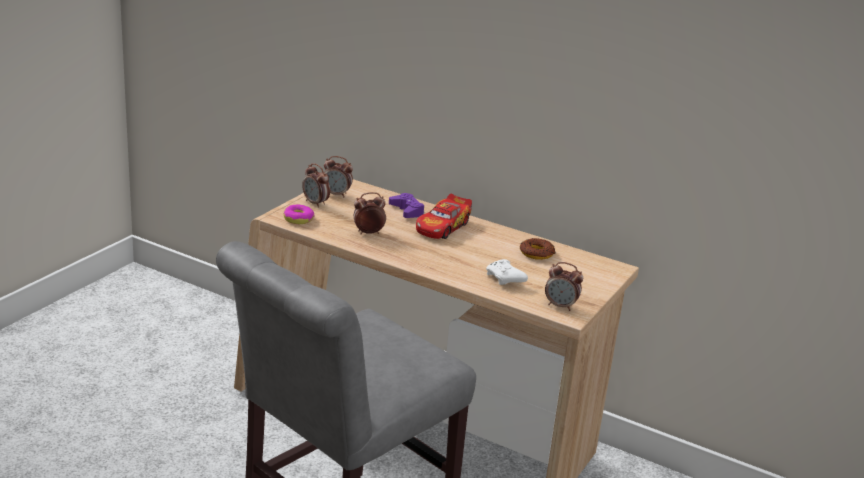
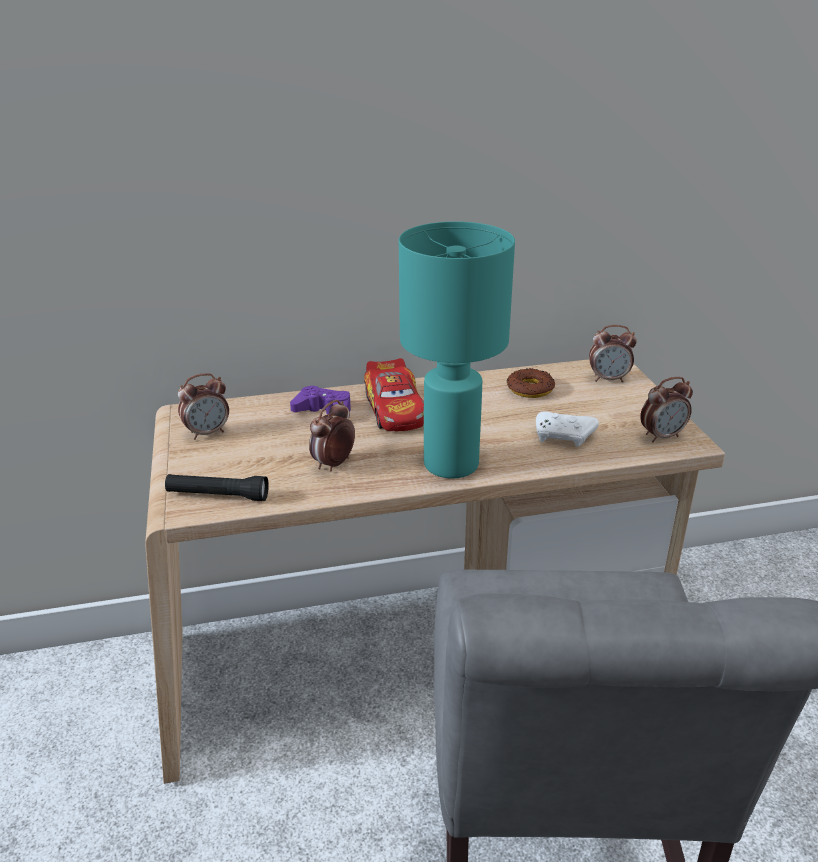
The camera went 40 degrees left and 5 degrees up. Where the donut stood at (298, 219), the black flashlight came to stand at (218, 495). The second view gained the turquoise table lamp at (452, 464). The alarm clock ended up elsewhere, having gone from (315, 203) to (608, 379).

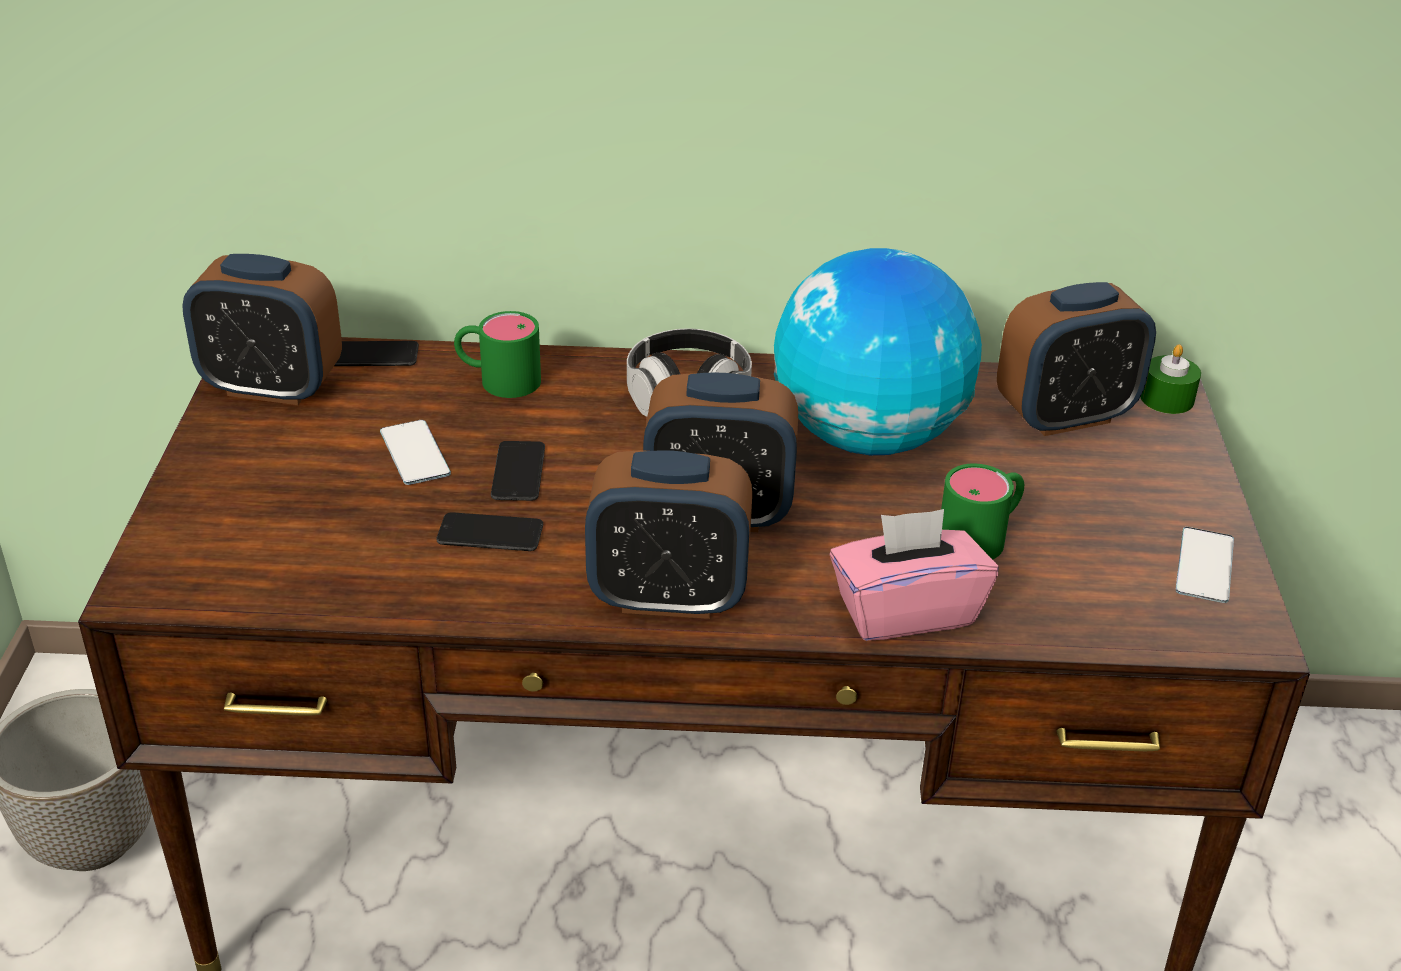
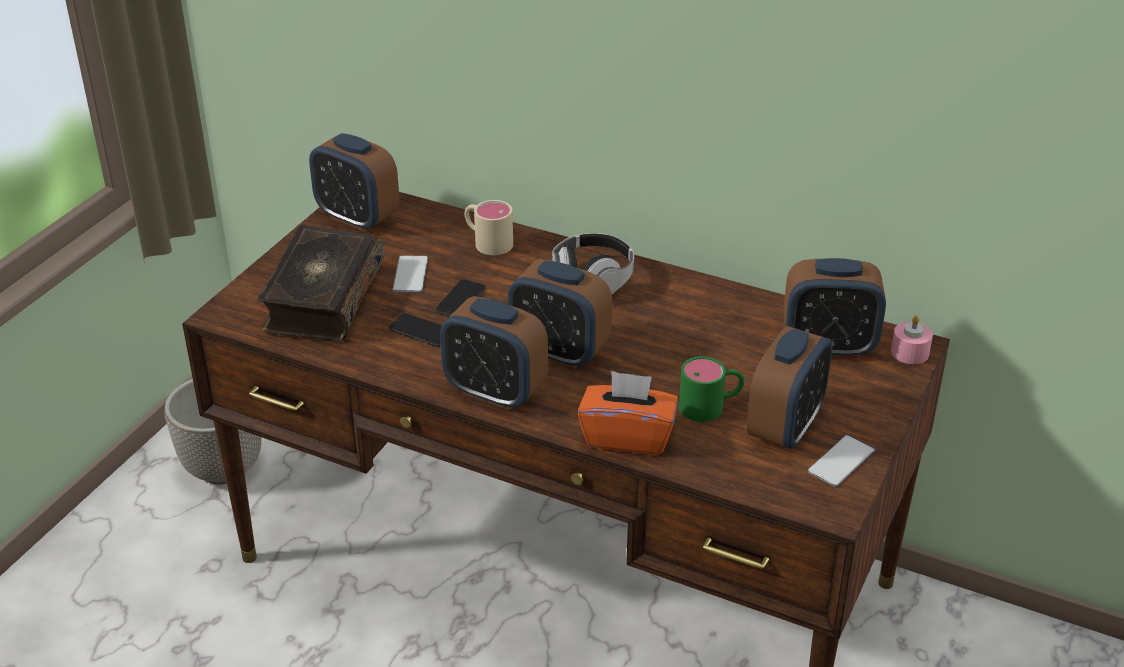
The camera went 25 degrees right and 0 degrees up. The second view gained the book at (322, 299). What was the green mug at (497, 379) turned into the beige mug at (487, 241). What was the pink tissue box at (905, 611) turned into the orange tissue box at (627, 436). The second view gained the alarm clock at (785, 427). What was the green candle at (1167, 399) turned into the pink candle at (910, 352). The second view lost the phone at (373, 355). The second view lost the globe at (867, 437).

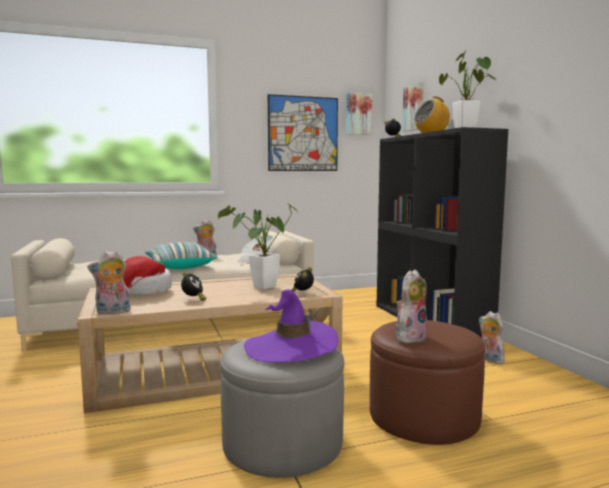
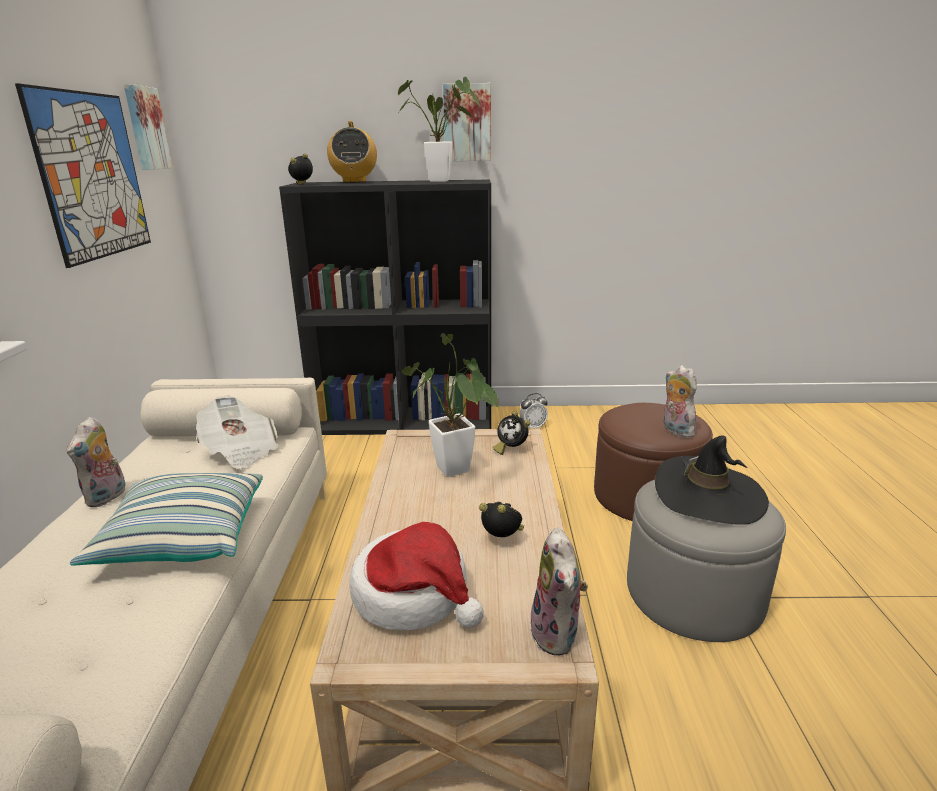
The camera went 70 degrees left and 15 degrees up. The picture ended up elsewhere, having gone from (414, 107) to (467, 123). Where the plush toy stood at (489, 359), the alarm clock came to stand at (533, 427). What was the purple hat at (291, 347) turned into the black hat at (709, 495).

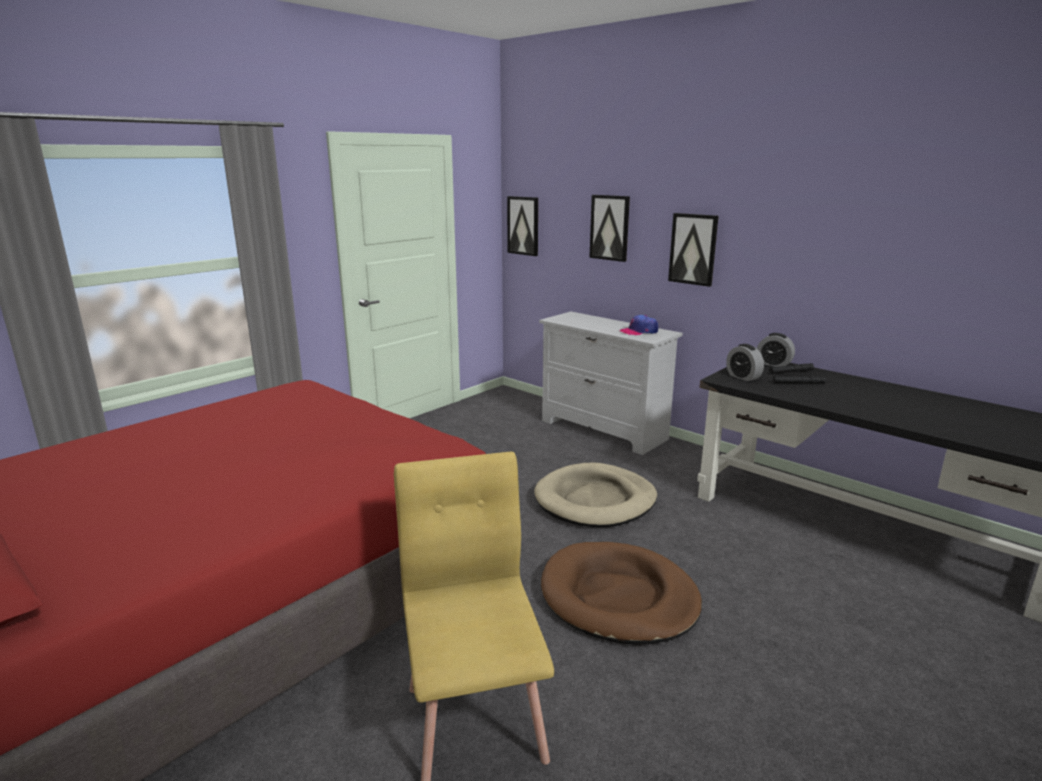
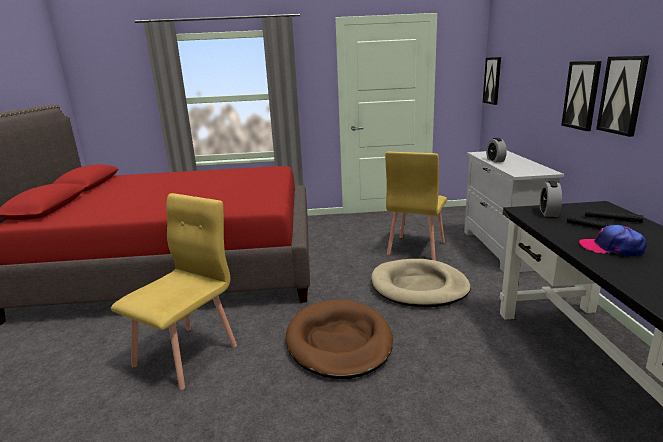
The camera went 45 degrees right and 0 degrees up. The second view gained the yellow chair at (415, 248). The alarm clock ended up elsewhere, having gone from (773, 364) to (495, 160). The cap ended up elsewhere, having gone from (639, 331) to (611, 248). The picture ended up elsewhere, having gone from (610, 227) to (622, 95).

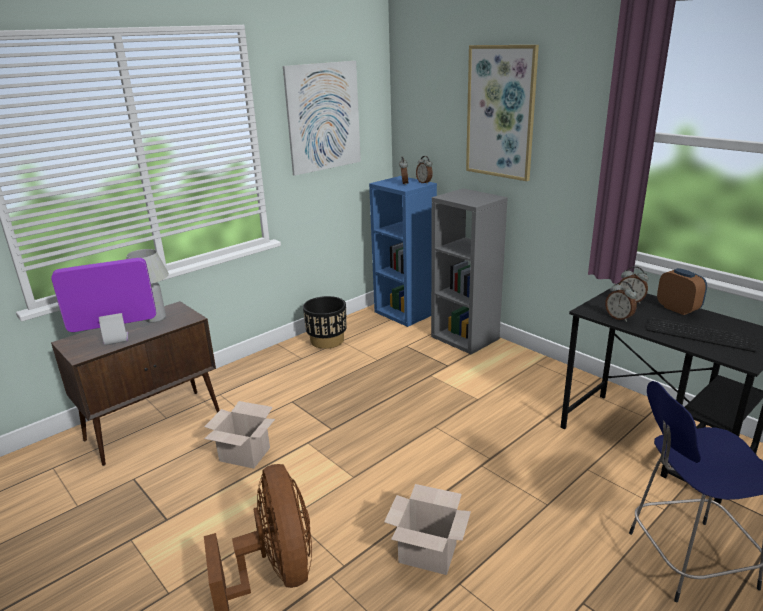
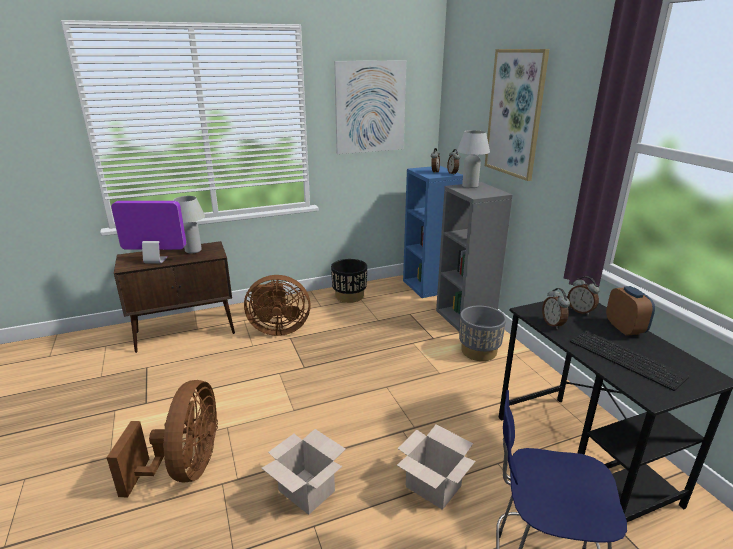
The camera went 20 degrees right and 0 degrees up. The second view gained the brown fan at (278, 329). The cardboard box ended up elsewhere, having gone from (243, 455) to (431, 486). The second view gained the white table lamp at (470, 186). The second view gained the grey planter at (479, 351).

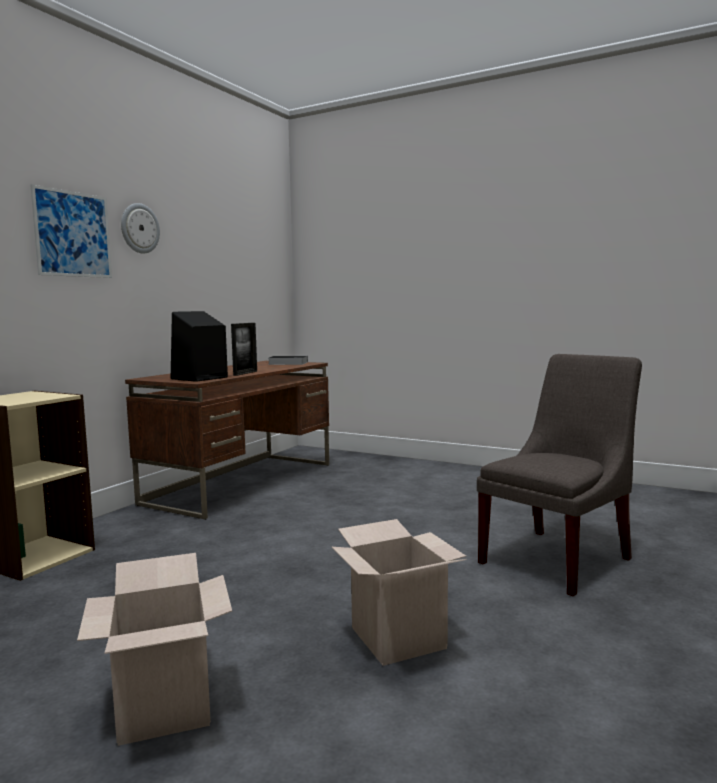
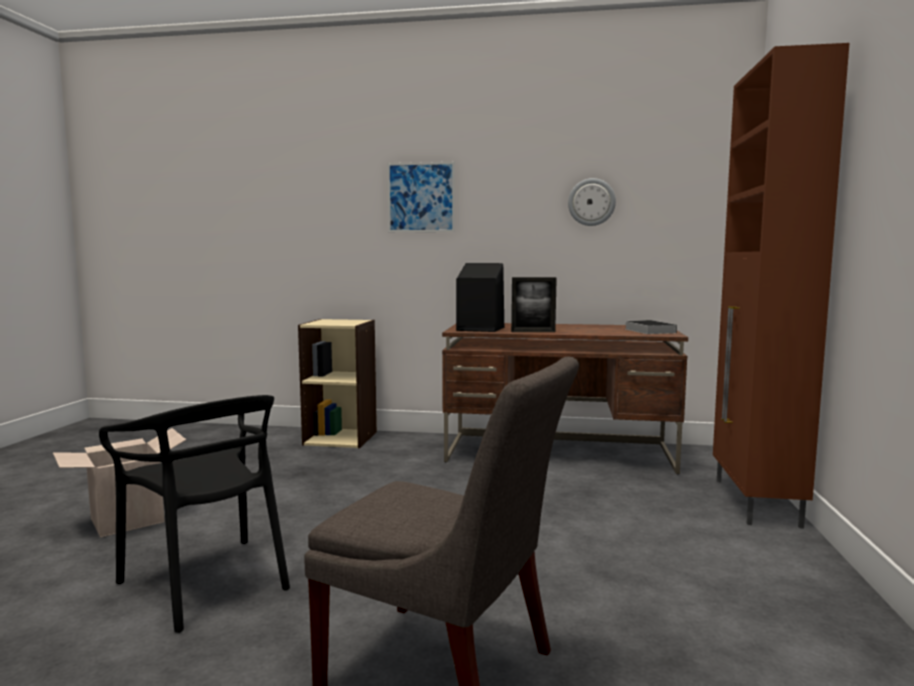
The camera went 70 degrees right and 0 degrees up. Where the cardboard box stood at (398, 638), the black chair came to stand at (207, 582). The wall clock ended up elsewhere, having gone from (139, 228) to (591, 202). The second view gained the brown cabinet at (755, 503).

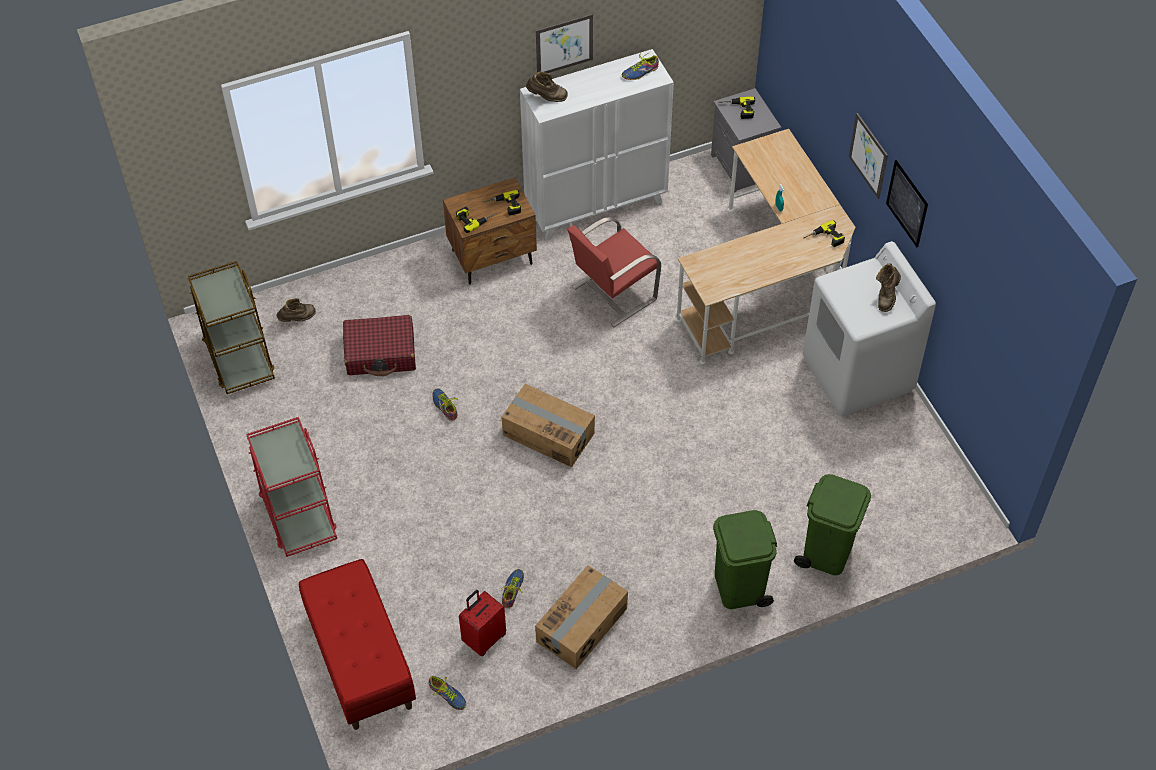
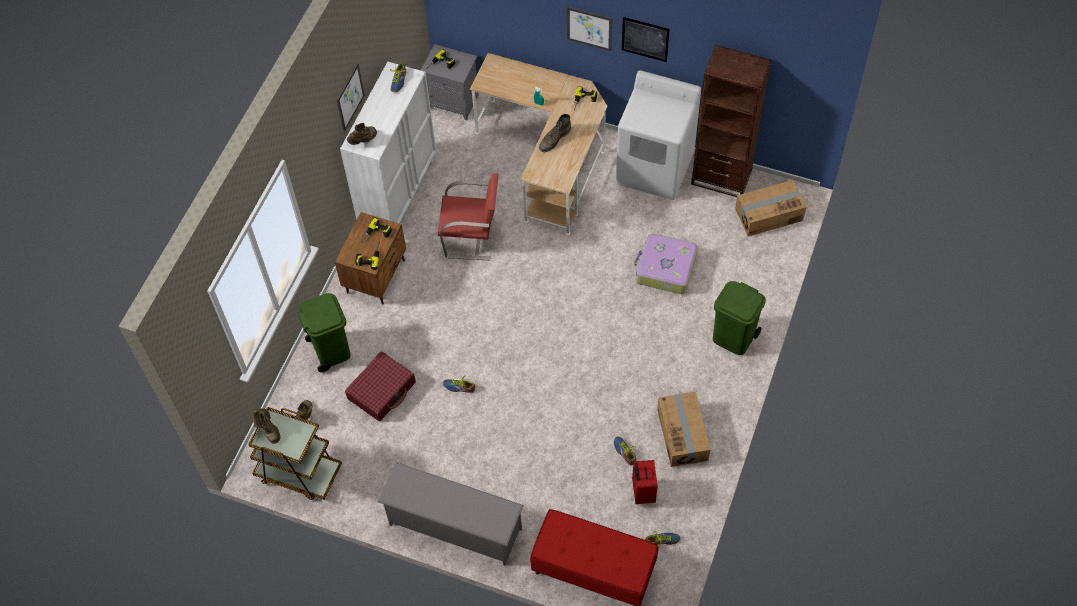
The camera went 45 degrees left and 5 degrees up. The brown boot ended up elsewhere, having gone from (886, 296) to (268, 430). The green trash can ended up elsewhere, having gone from (827, 551) to (331, 350). Where the red cart stood at (298, 514), the grey shoe rack came to stand at (454, 527). The red chair at (612, 293) ended up facing another way, 90 degrees counterclockwise from before. The second view gained the green boot at (554, 139). The second view gained the suitcase at (665, 269). The second view gained the brown bookcase at (721, 177). The cardboard box ended up elsewhere, having gone from (548, 434) to (768, 214).

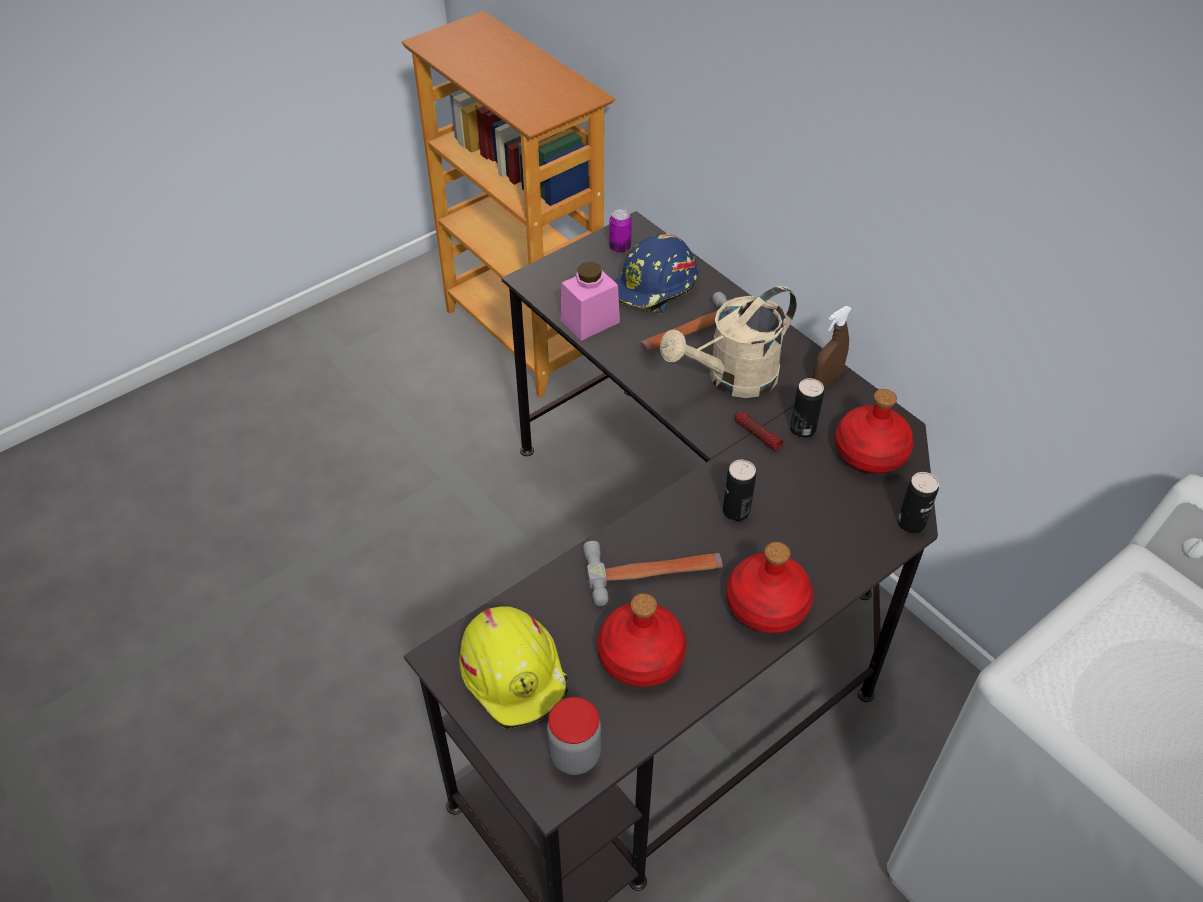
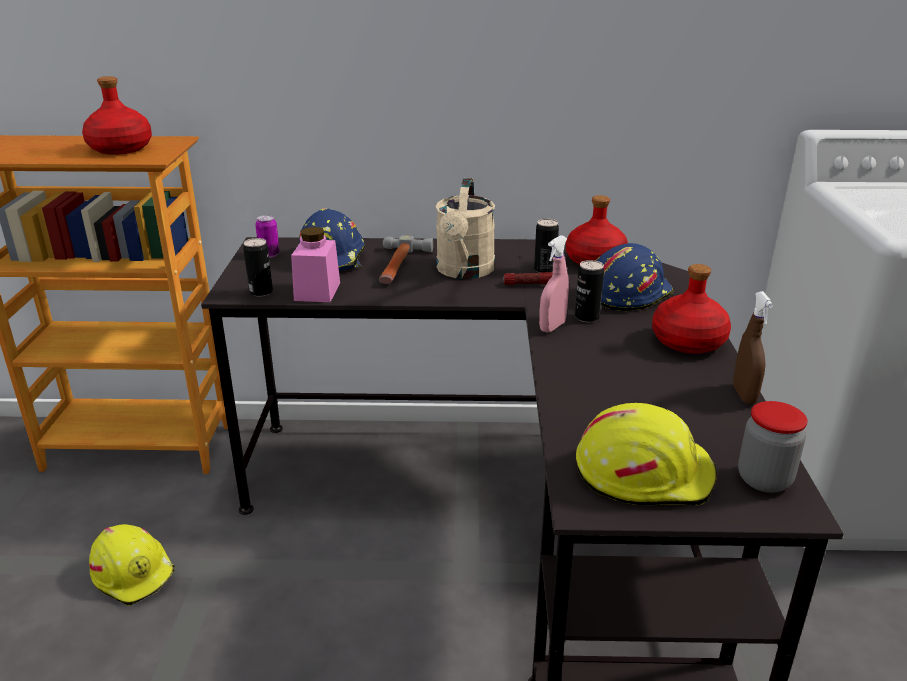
The camera went 50 degrees left and 20 degrees down. The red bottle ended up elsewhere, having gone from (640, 657) to (120, 149). The second view gained the yellow hard hat at (134, 573). The can ended up elsewhere, having gone from (911, 523) to (261, 292). The second view gained the pink spray bottle at (552, 327). The second view gained the blue hard hat at (626, 293). The brown spray bottle ended up elsewhere, having gone from (826, 380) to (744, 395). The second view lost the hammer at (653, 572).

